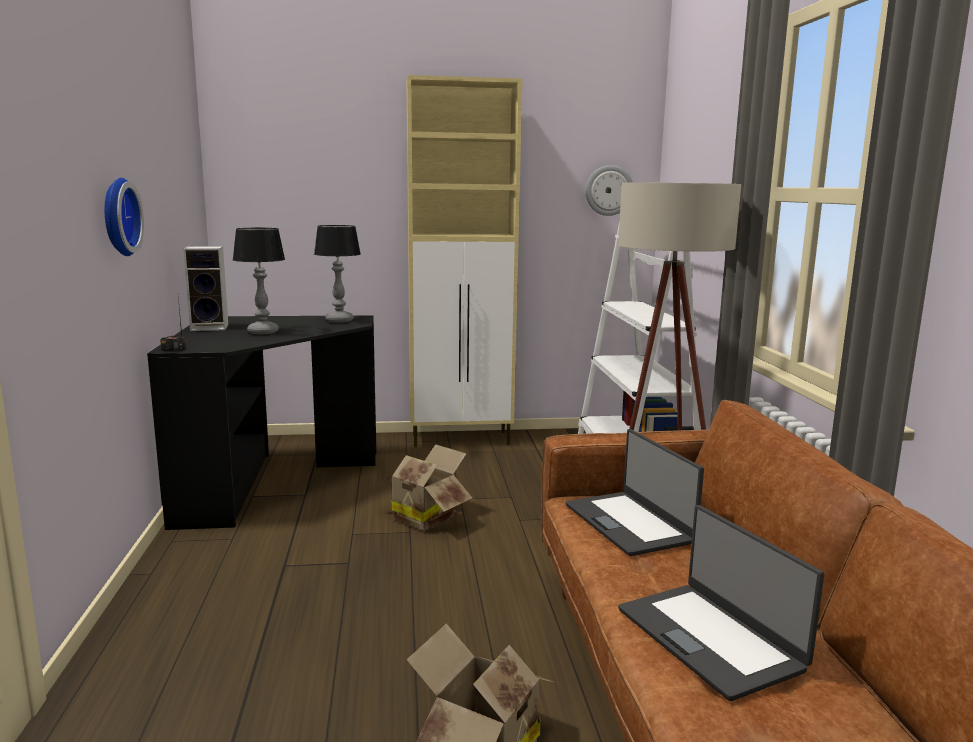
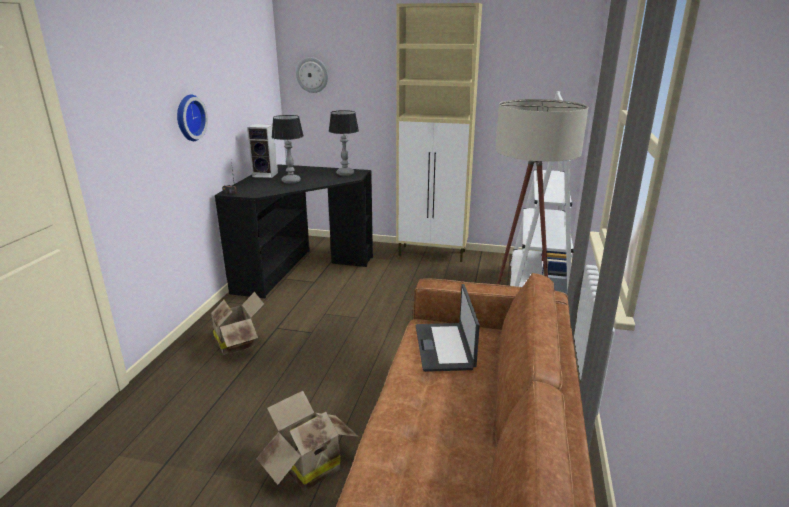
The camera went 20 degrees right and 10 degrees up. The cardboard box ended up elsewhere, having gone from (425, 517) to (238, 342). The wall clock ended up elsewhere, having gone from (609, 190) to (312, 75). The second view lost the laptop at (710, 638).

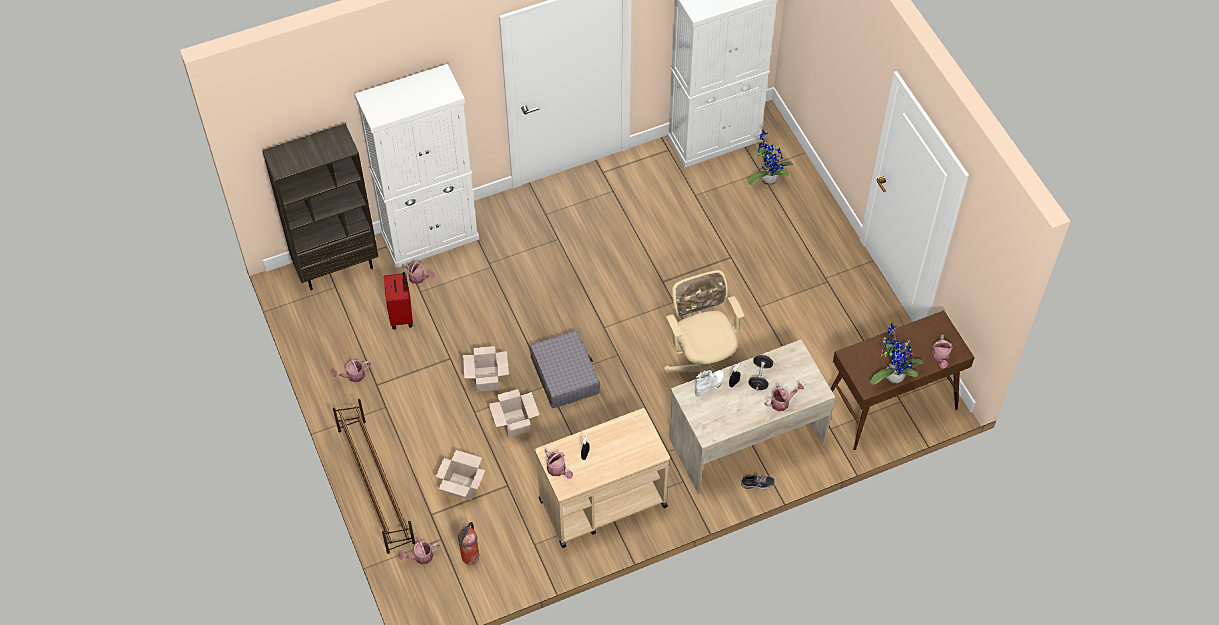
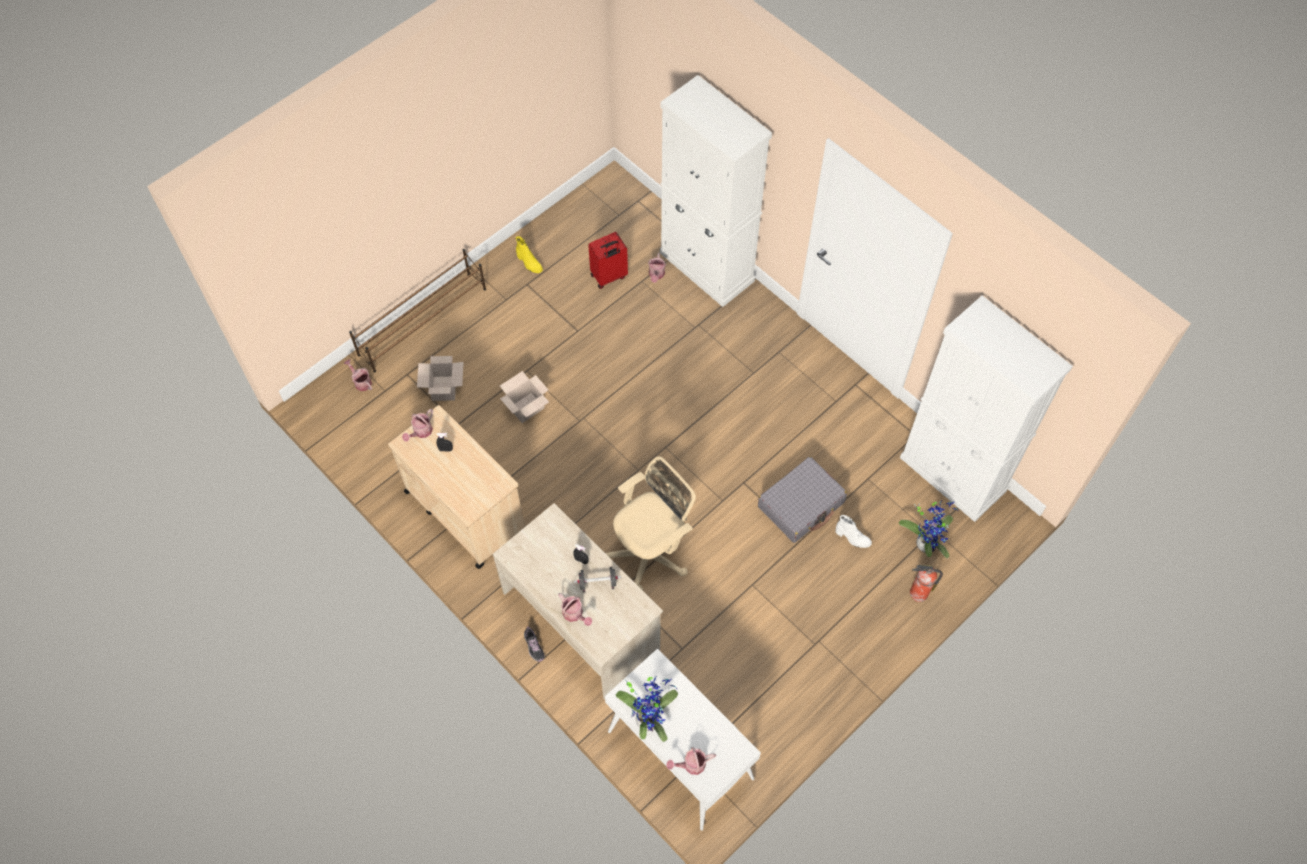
The camera went 70 degrees right and 5 degrees up. Where the watering can stood at (353, 376), the yellow boot came to stand at (529, 263). What was the brown console table at (890, 405) turned into the white console table at (679, 755). The grey suitcase ended up elsewhere, having gone from (565, 375) to (801, 505). The white boot ended up elsewhere, having gone from (709, 385) to (852, 538). The fire extinguisher ended up elsewhere, having gone from (469, 557) to (917, 593). The second view lost the brown bookcase at (337, 266). The second view lost the cardboard box at (487, 379).

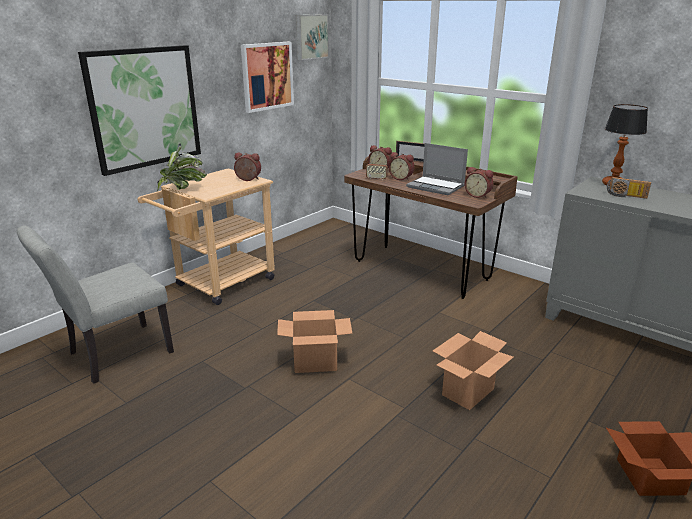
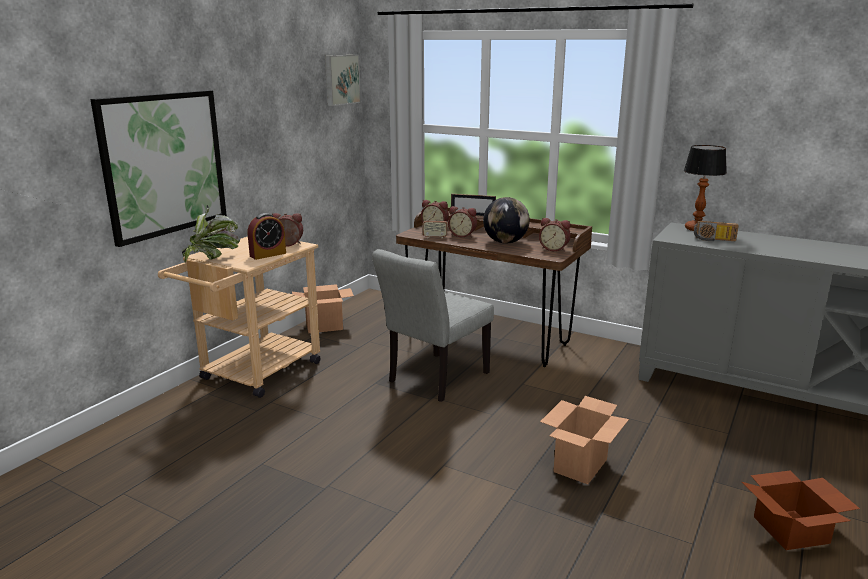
The camera went 10 degrees left and 5 degrees down. The second view gained the alarm clock at (268, 254). The cardboard box ended up elsewhere, having gone from (316, 362) to (325, 326). The grey chair ended up elsewhere, having gone from (113, 355) to (433, 380). Where the laptop stood at (436, 187), the globe came to stand at (505, 242). The second view lost the picture at (267, 76).

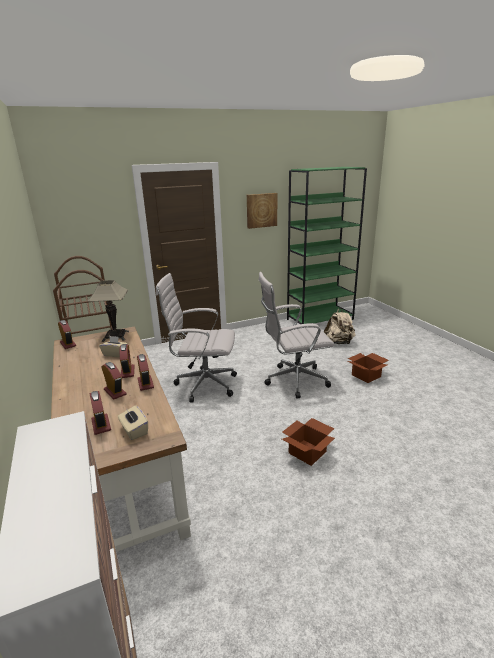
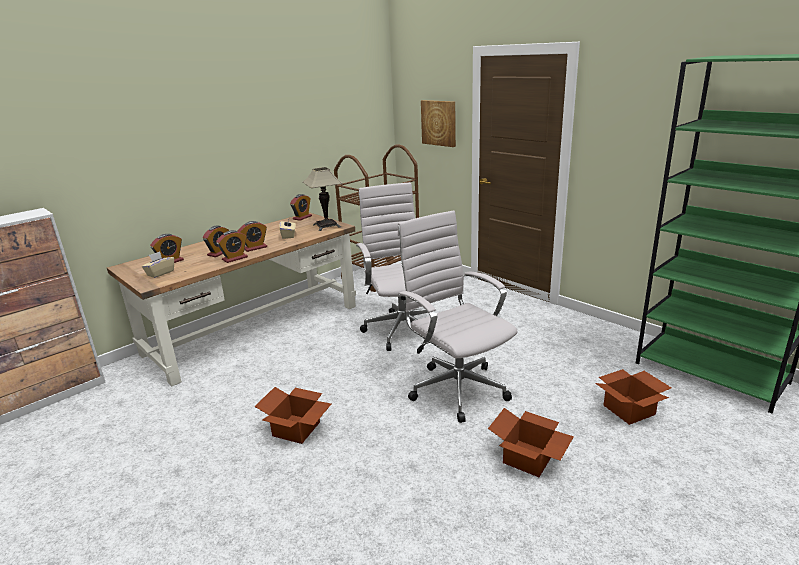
The camera went 70 degrees right and 0 degrees up. The picture ended up elsewhere, having gone from (261, 210) to (439, 123). Where the beige backpack stood at (339, 342), the cardboard box came to stand at (630, 410).

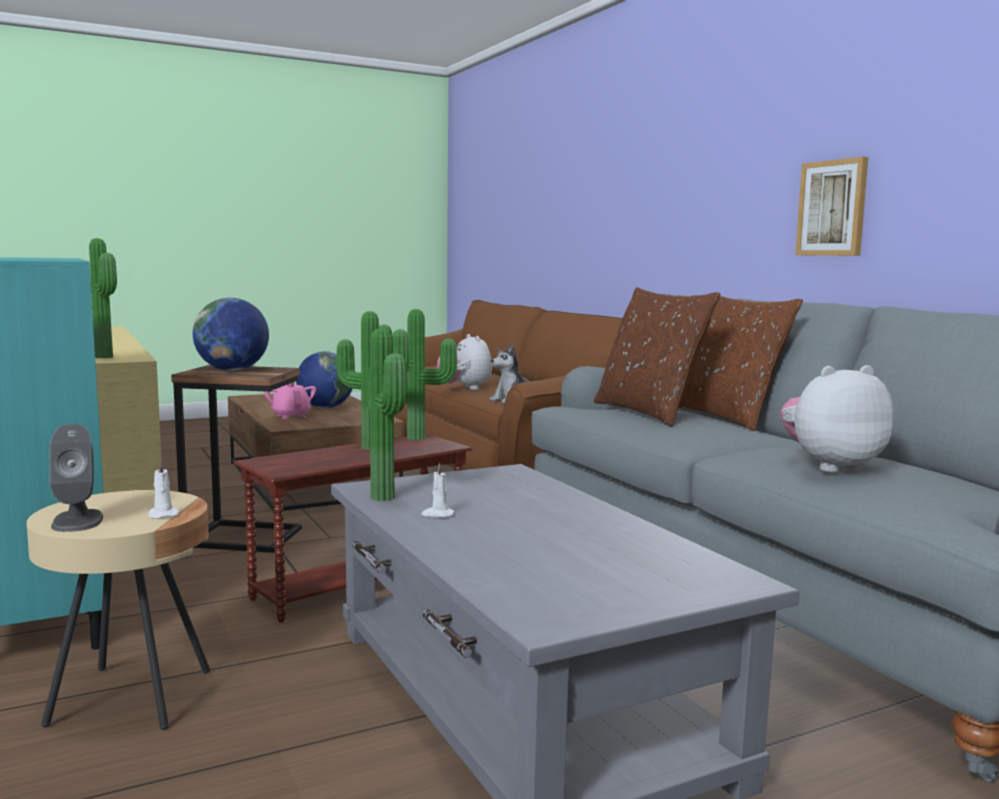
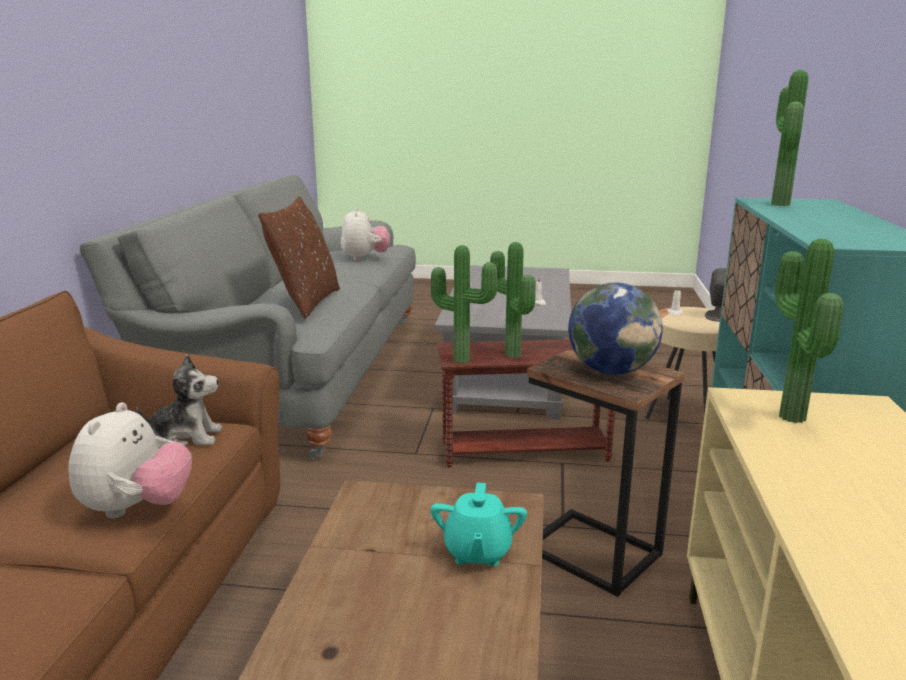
The camera went 145 degrees left and 10 degrees up. The plush toy at (830, 466) ended up facing another way, 120 degrees counterclockwise from before. What was the pink teapot at (291, 416) turned into the turquoise teapot at (477, 552). The potted plant ended up elsewhere, having gone from (387, 497) to (776, 204). The second view lost the globe at (325, 407). The second view lost the brown pillow at (727, 417). The second view lost the picture at (832, 208).

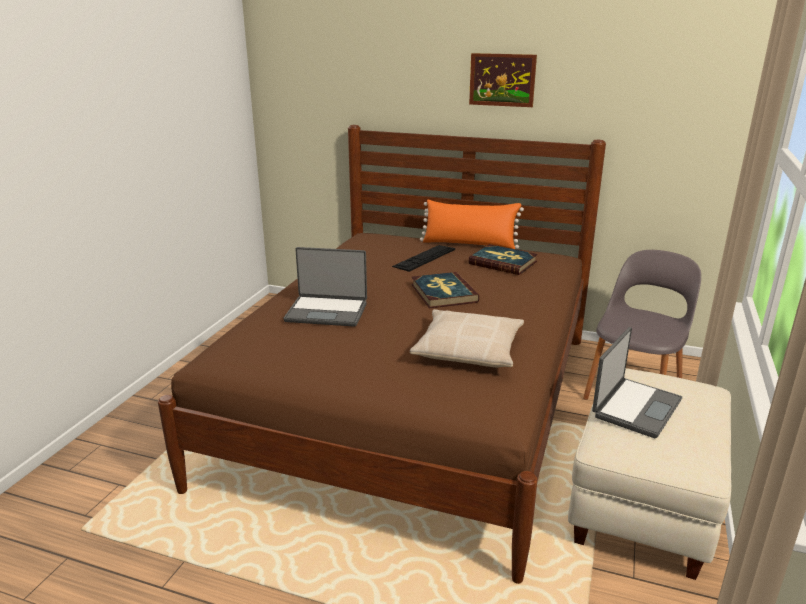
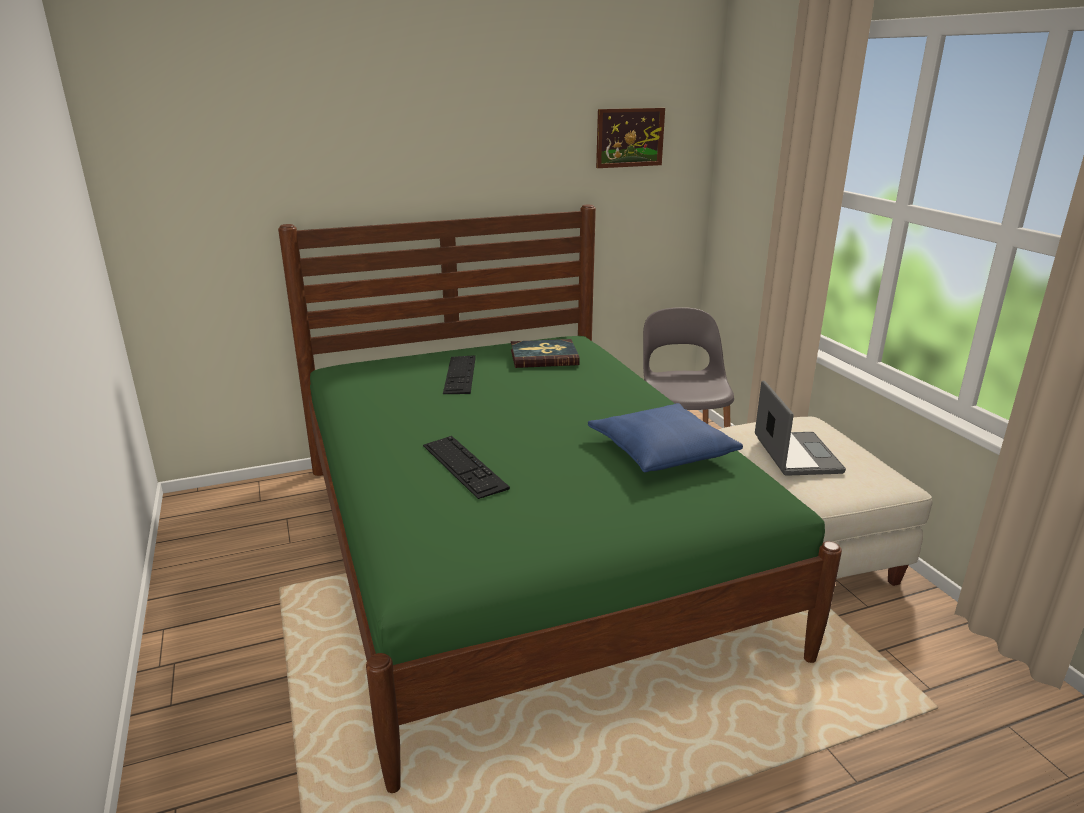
The camera went 40 degrees left and 0 degrees up. What was the brown bed at (413, 404) turned into the green bed at (519, 549). Where the laptop stood at (327, 312), the keyboard came to stand at (464, 466). What was the beige pillow at (468, 349) turned into the blue pillow at (661, 450). The picture ended up elsewhere, having gone from (502, 80) to (629, 137). The second view lost the book at (443, 293). The second view lost the orange pillow at (469, 244).

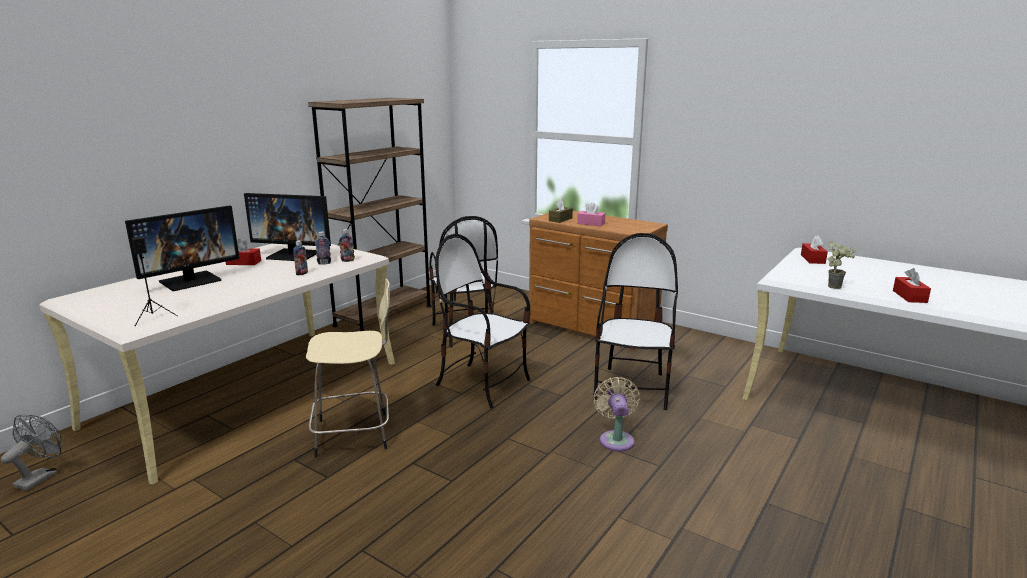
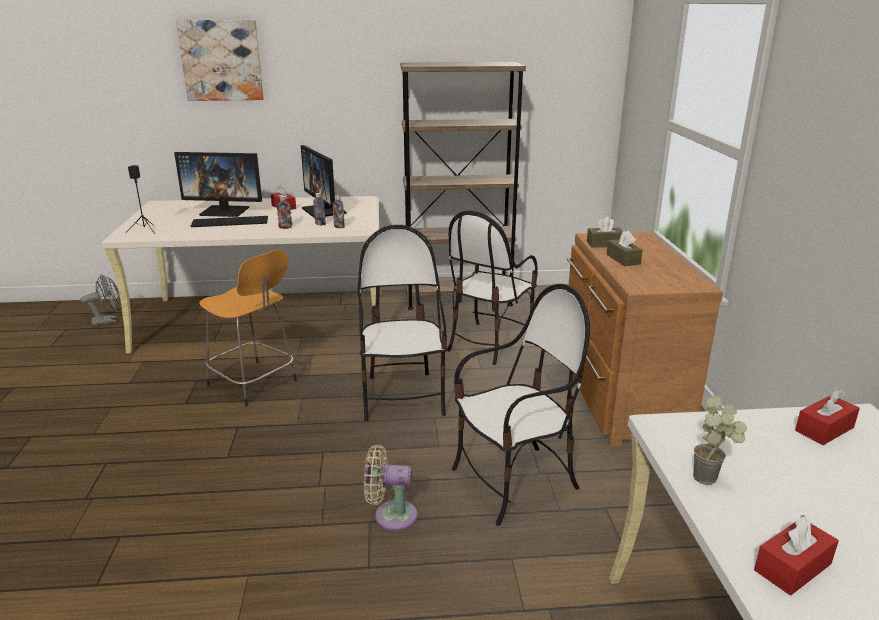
The camera went 50 degrees right and 5 degrees up. The second view gained the picture at (221, 60). The second view gained the keyboard at (231, 221). What was the beige stool at (356, 434) turned into the orange stool at (254, 384). The beige fan at (616, 439) ended up facing another way, 135 degrees counterclockwise from before. What was the pink tissue box at (591, 223) turned into the brown tissue box at (623, 259).

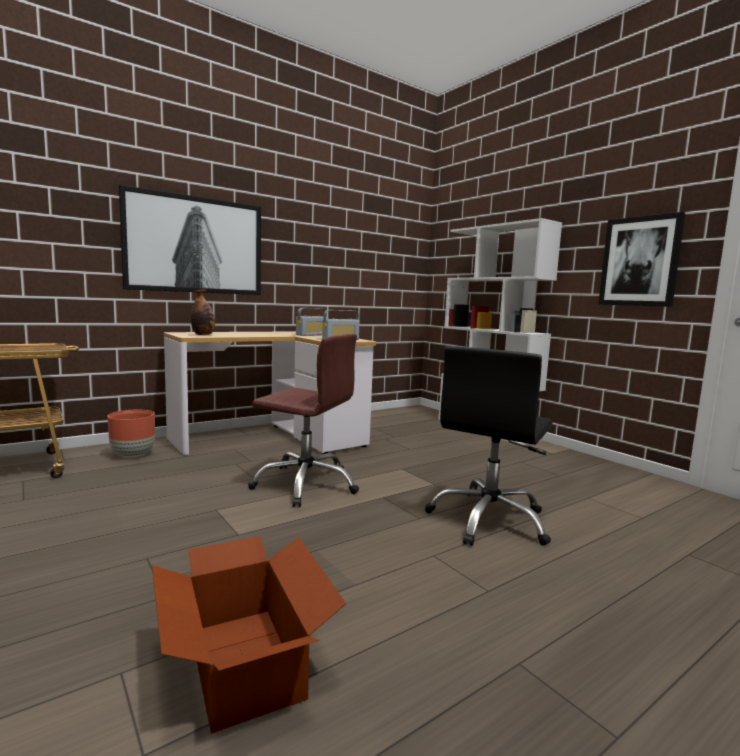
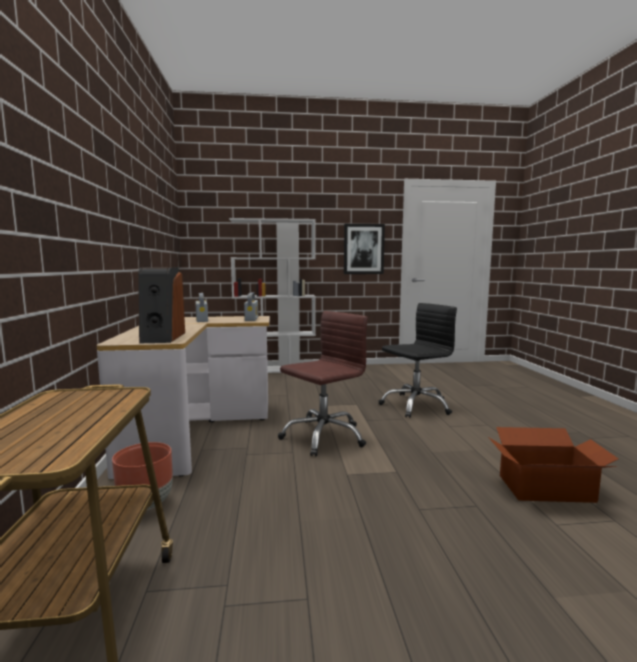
The camera went 60 degrees left and 0 degrees up. Where the bottle stood at (203, 335), the speaker came to stand at (162, 337). The black office chair at (489, 520) ended up facing another way, 90 degrees counterclockwise from before. The second view lost the picture at (195, 245).

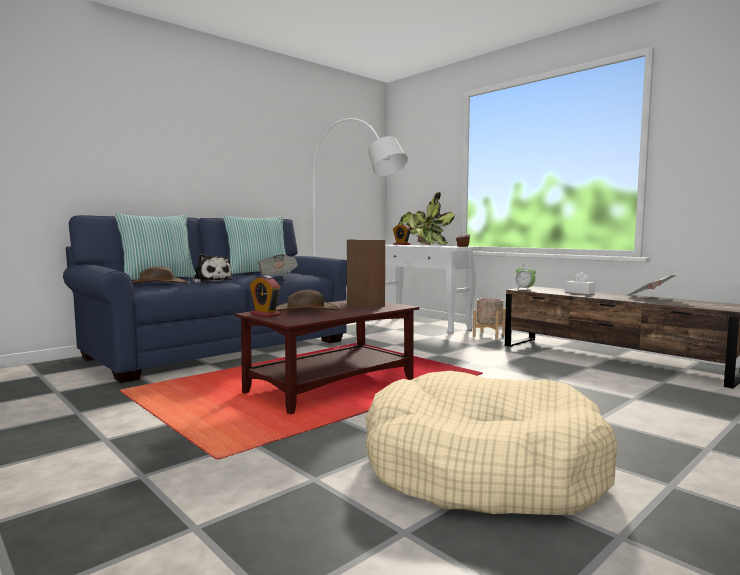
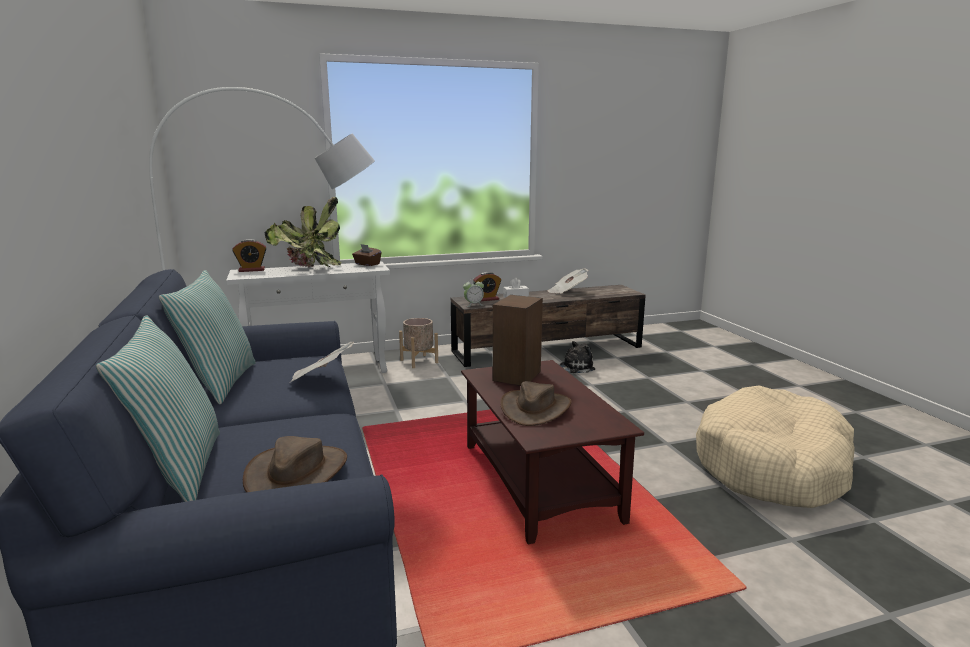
The camera went 65 degrees left and 10 degrees up. The alarm clock ended up elsewhere, having gone from (265, 315) to (487, 299). The plush toy ended up elsewhere, having gone from (211, 281) to (574, 367).

